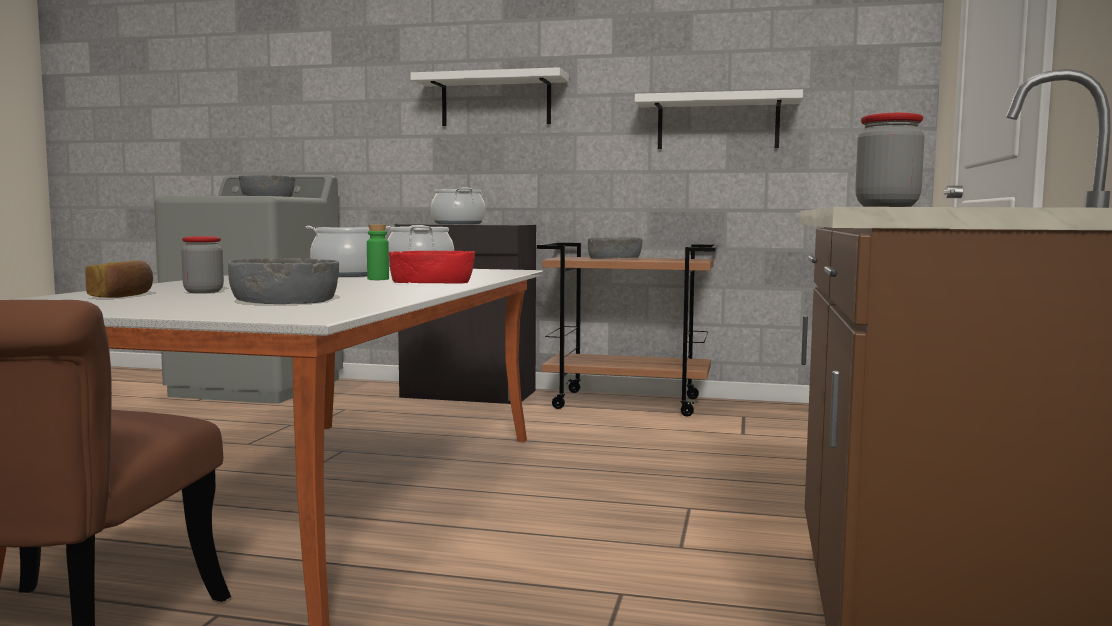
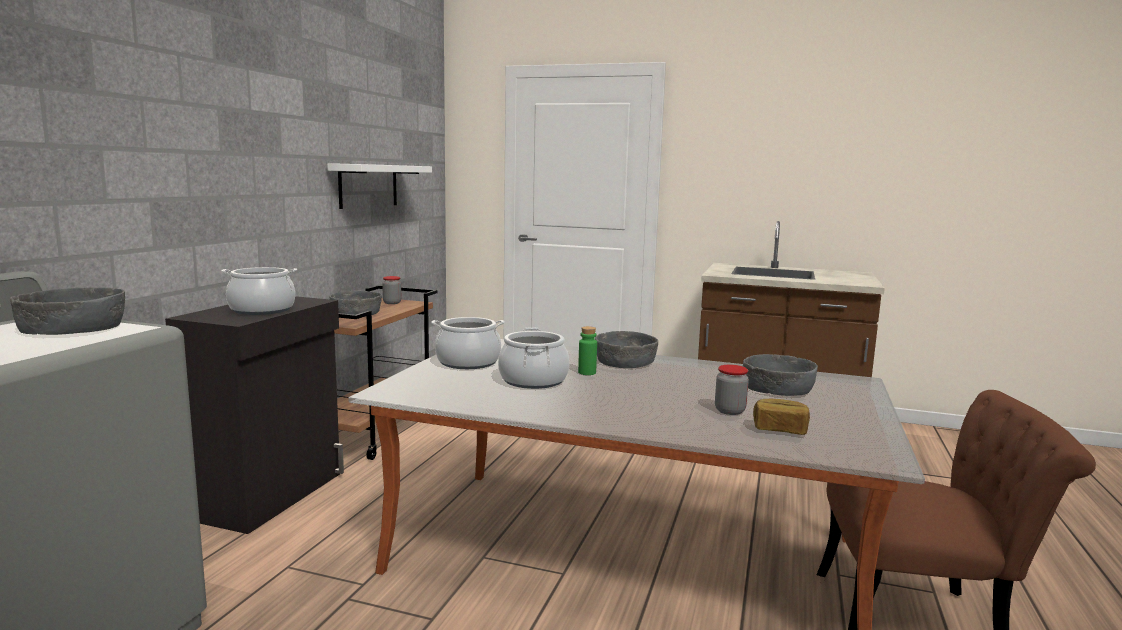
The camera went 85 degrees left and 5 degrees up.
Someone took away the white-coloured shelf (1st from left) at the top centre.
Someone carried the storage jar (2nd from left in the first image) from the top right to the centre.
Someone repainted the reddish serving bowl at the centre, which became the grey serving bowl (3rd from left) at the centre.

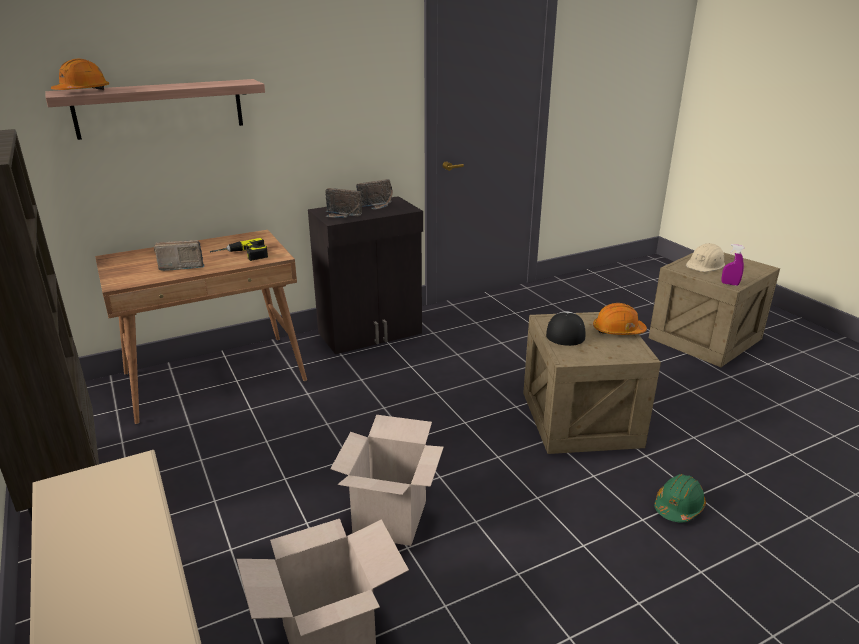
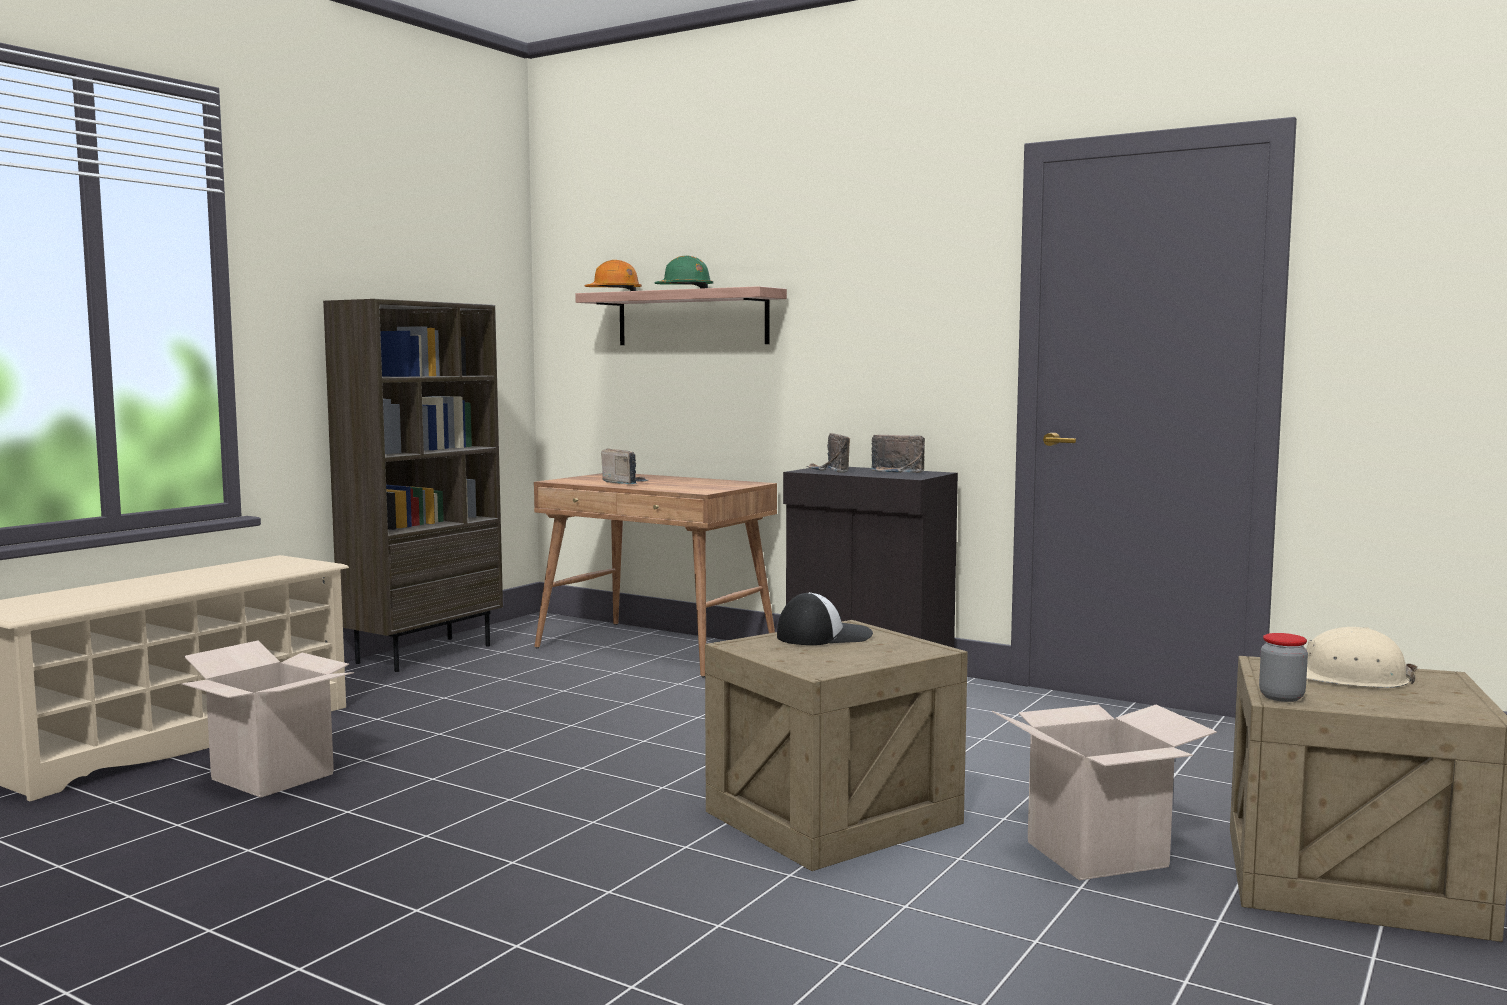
The camera went 60 degrees right and 20 degrees down.
Someone took away the power drill at the middle left.
Someone swapped the purple-coloured spray bottle at the middle right for the storage jar at the middle right.
Someone took away the orange hard hat (2nd from left) at the middle right.
Someone carried the packing box (2nd from left) from the bottom centre to the bottom right.
Someone carried the green hard hat from the bottom right to the top centre.

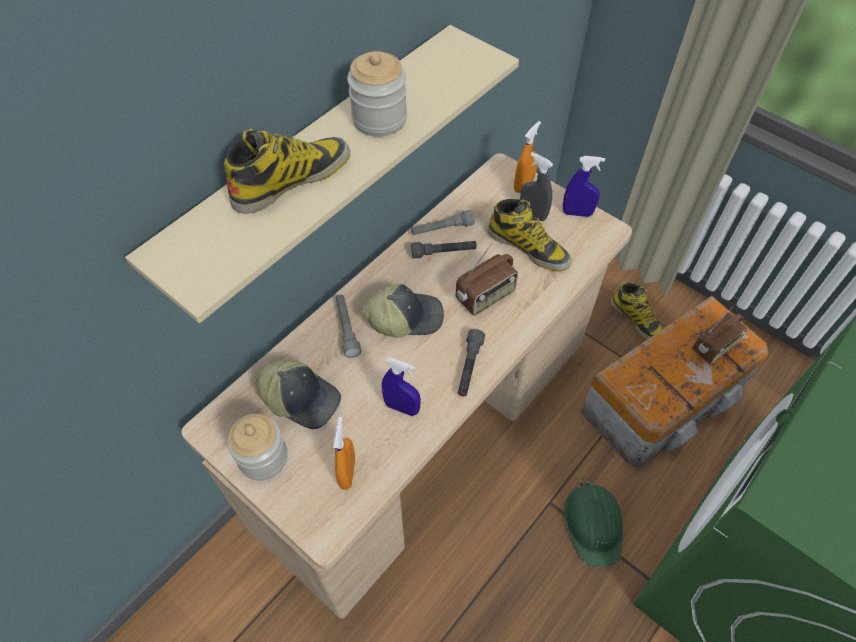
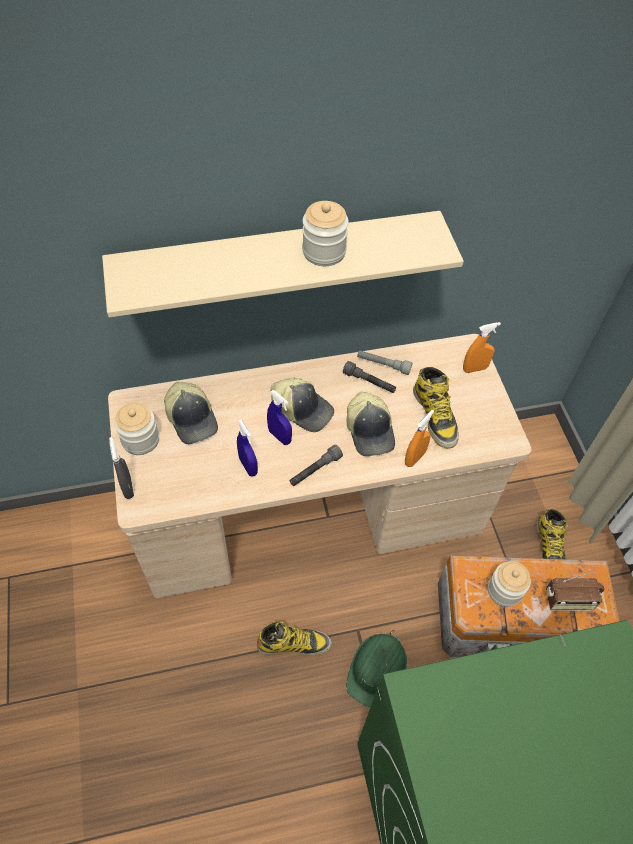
The camera went 35 degrees right and 0 degrees up.
Someone carried the high-top boot (1st from left) from the top centre to the bottom centre.
Someone carried the grey spray bottle from the top centre to the middle left.
Someone carried the blue-coloured spray bottle (2nd from left) from the top right to the centre.
Someone swapped the radio receiver (1st from left) at the centre for the peaked cap (3rd from left) at the centre.
Someone took away the grey hand torch (1st from left) at the centre.
Someone carried the orange spray bottle (1st from left) from the bottom centre to the centre.
Someone put down the storage jar (3rd from left) at the bottom right.

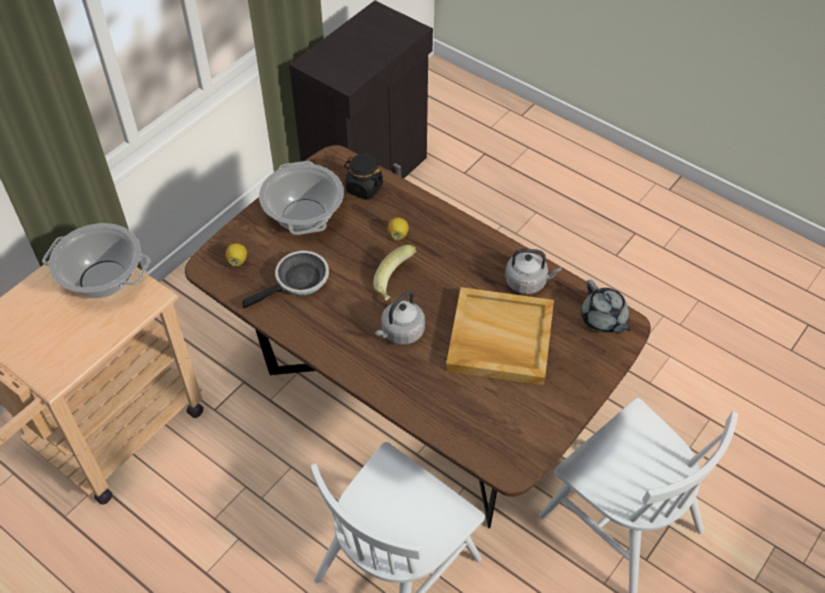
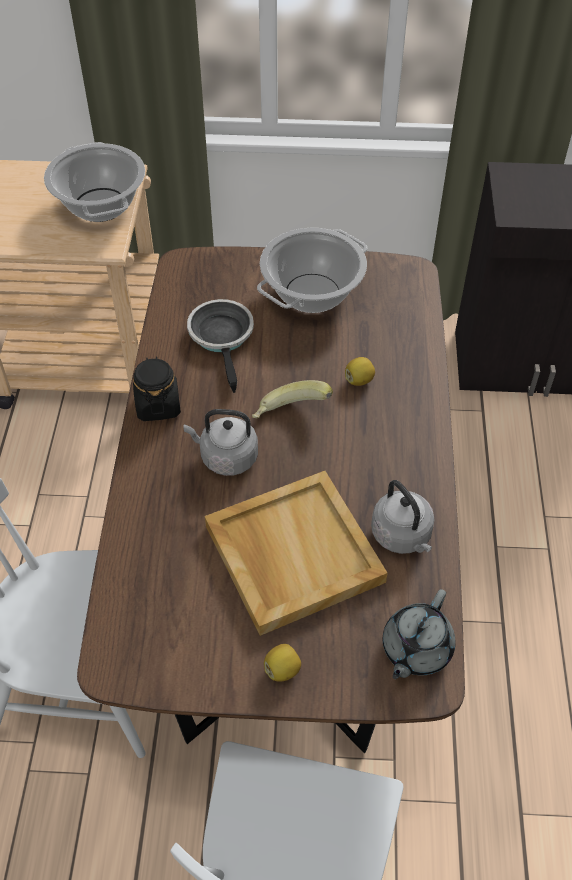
The camera went 55 degrees right and 0 degrees up.
Someone carried the blackish storage jar from the top centre to the middle left.
Someone carried the whole lemon (1st from left) from the middle left to the bottom centre.
Someone rotated the pan at the centre by 120 degrees counterclockwise.

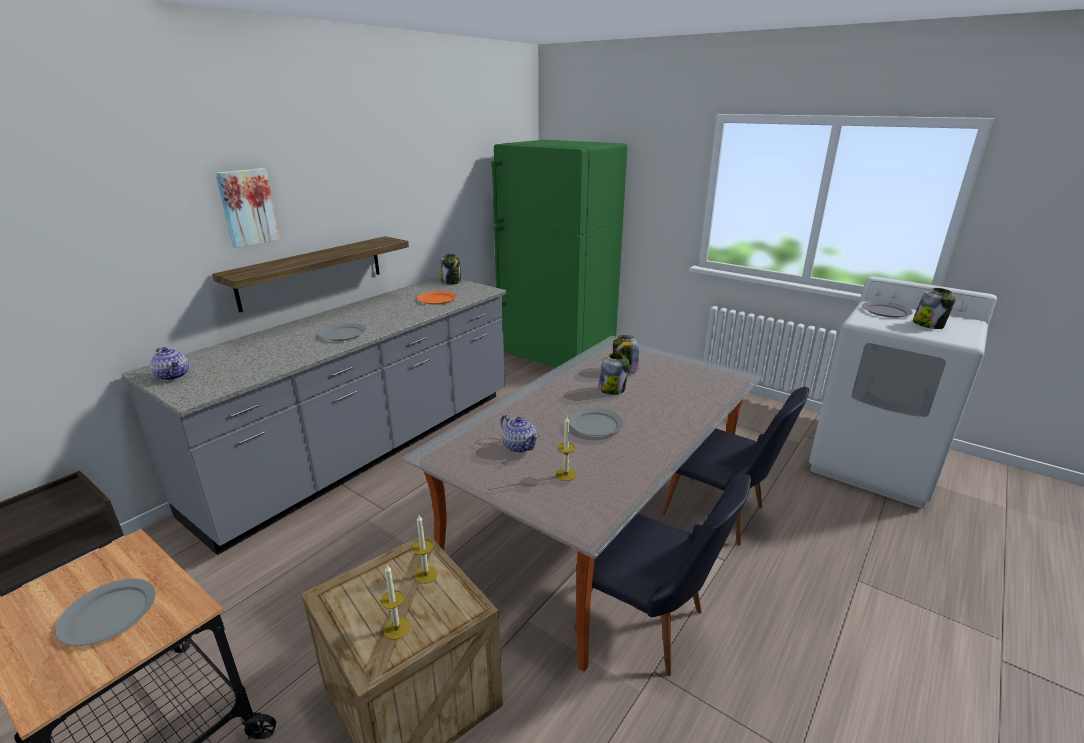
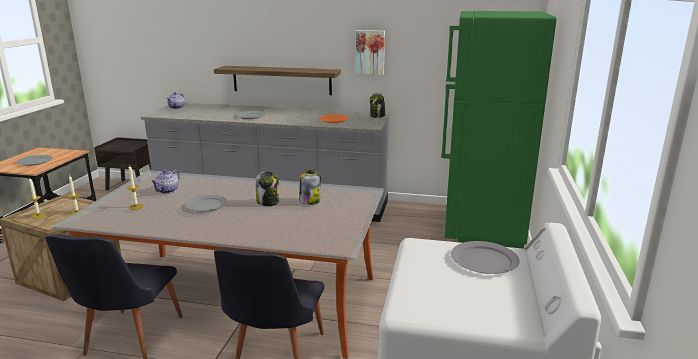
The camera went 65 degrees right and 5 degrees down.
Someone carried the wall picture from the top left to the top centre.
Someone took away the storage jar (4th from left) at the middle right.

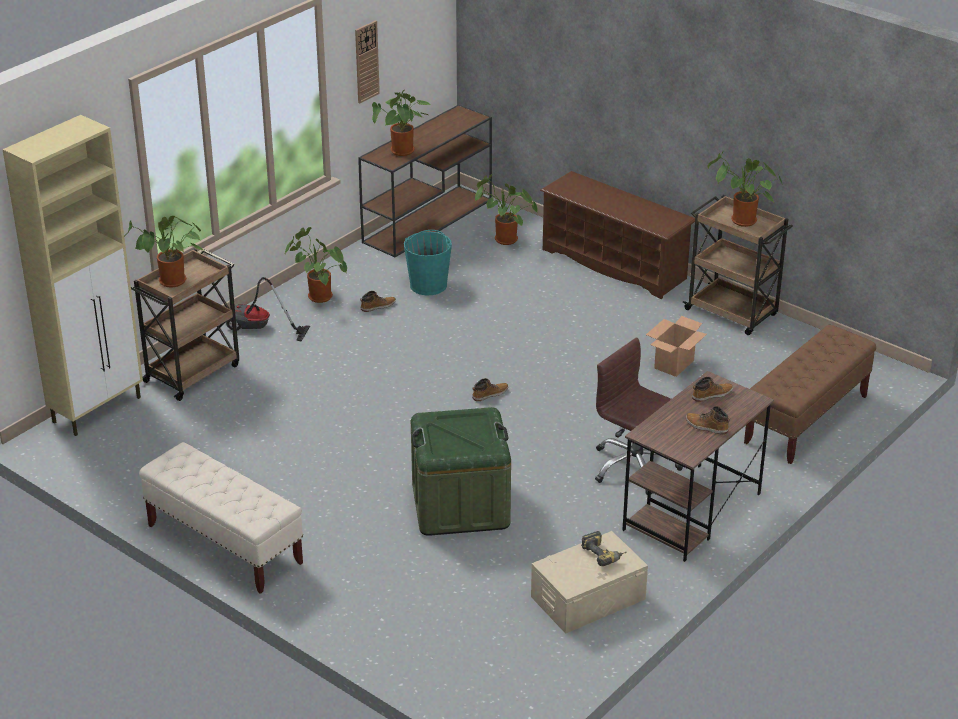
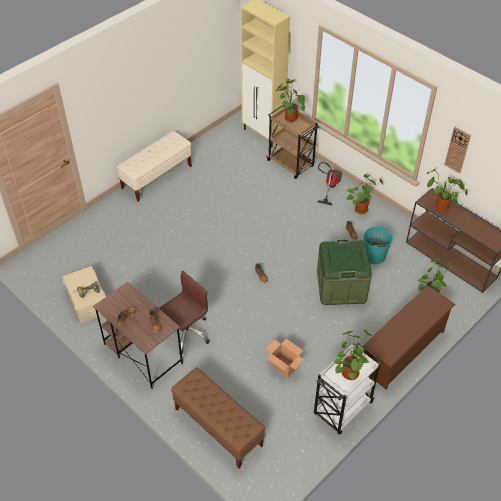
The camera went 95 degrees right and 15 degrees up.
Someone repainted the brownish cart (2nd from left) at the middle right, which became the white-coloured cart at the bottom right.
Someone carried the green storage bin from the centre to the middle right.

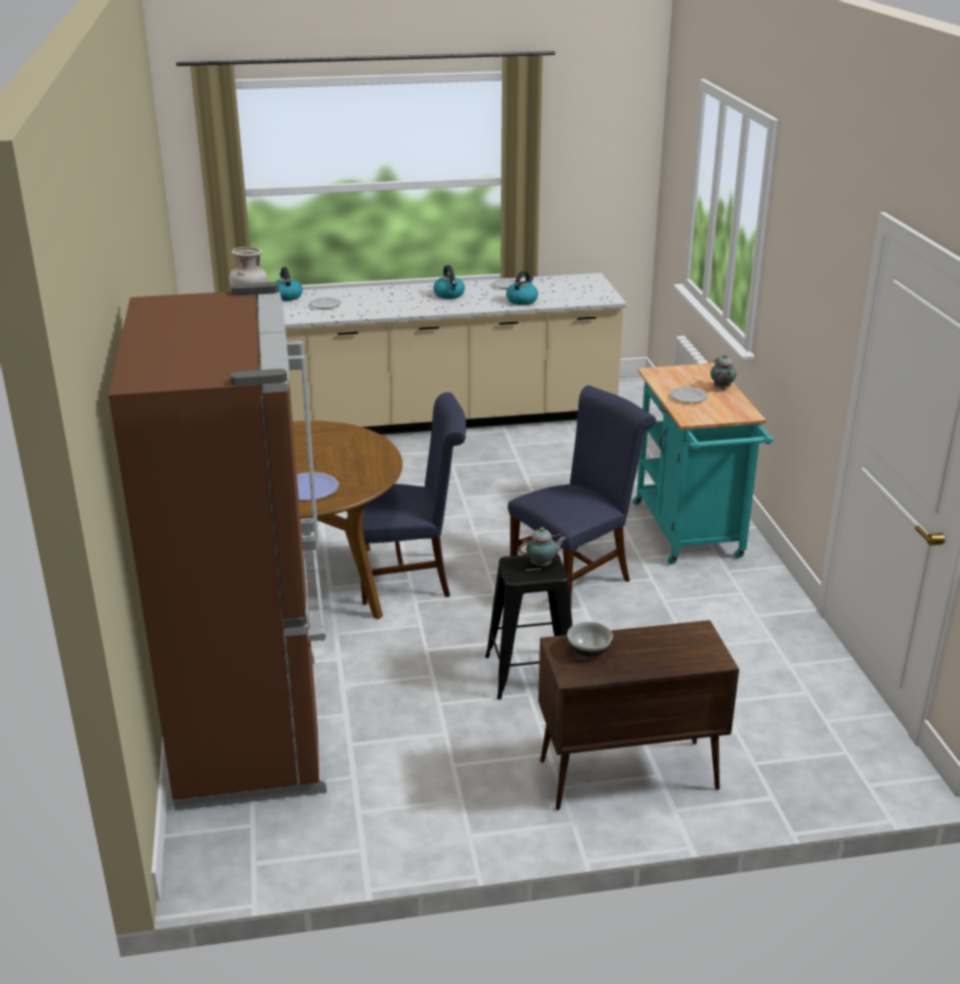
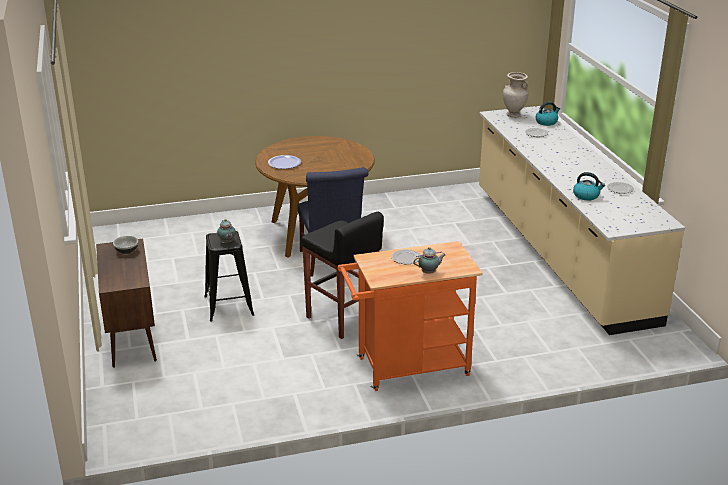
The camera went 85 degrees right and 0 degrees up.
Someone took away the water kettle (2nd from left) at the top centre.
Someone took away the brownish fridge at the middle left.
Someone repainted the blue-green cart at the middle right, which became the orange cart at the centre.
Someone swapped the blue-coloured chair (2nd from left) at the centre for the blackish stool (2nd from left) at the centre.

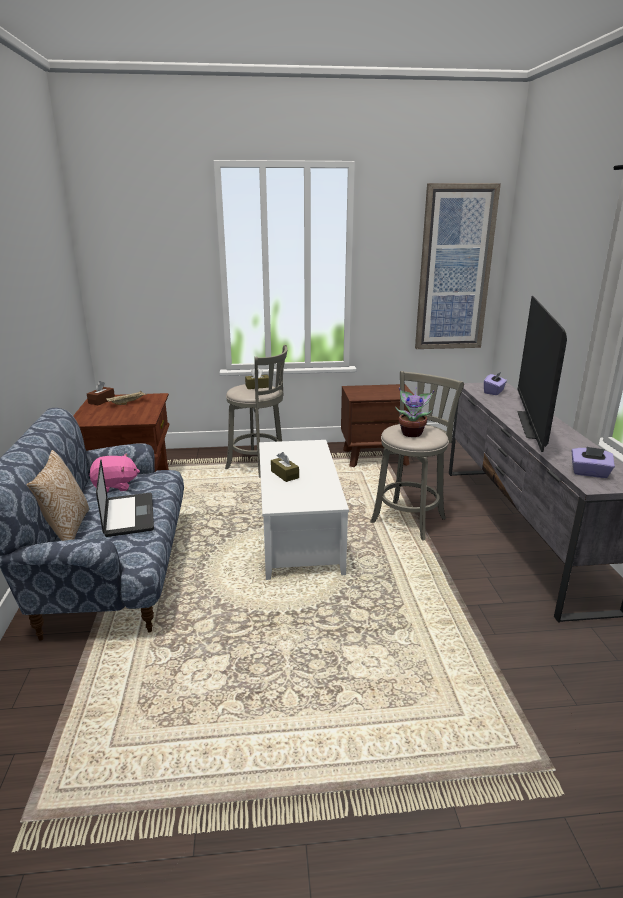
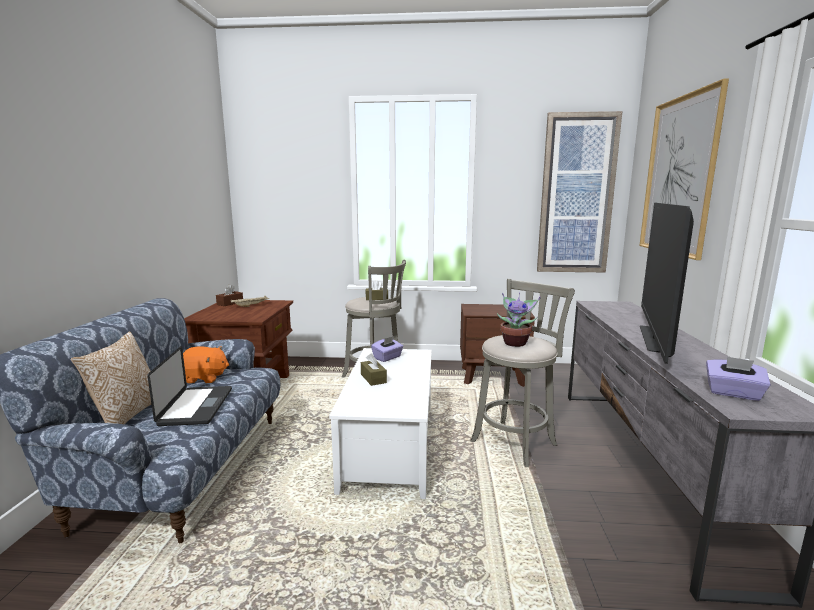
The camera went 10 degrees right and 10 degrees down.
Someone carried the purple-coloured tissue box (1st from left) from the middle right to the centre.
Someone repainted the pink-coloured plush toy at the middle left, which became the orange plush toy at the middle left.
Someone put up the wall picture (2nd from left) at the top right.

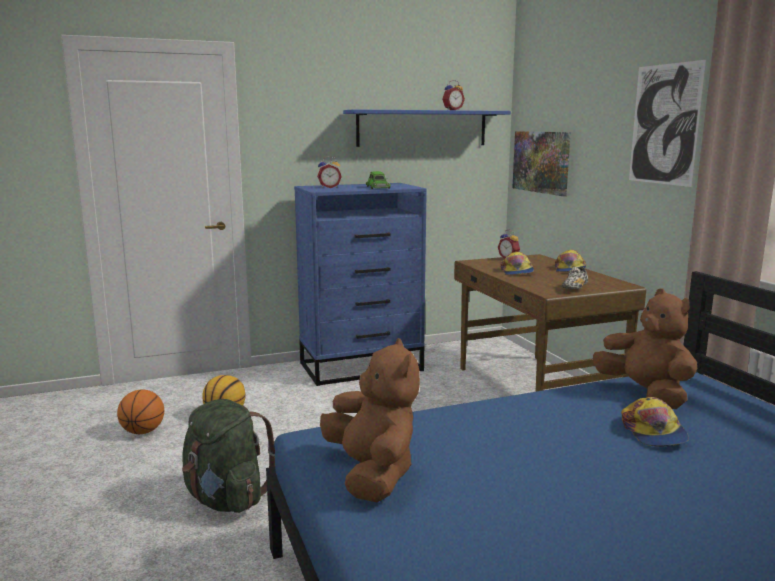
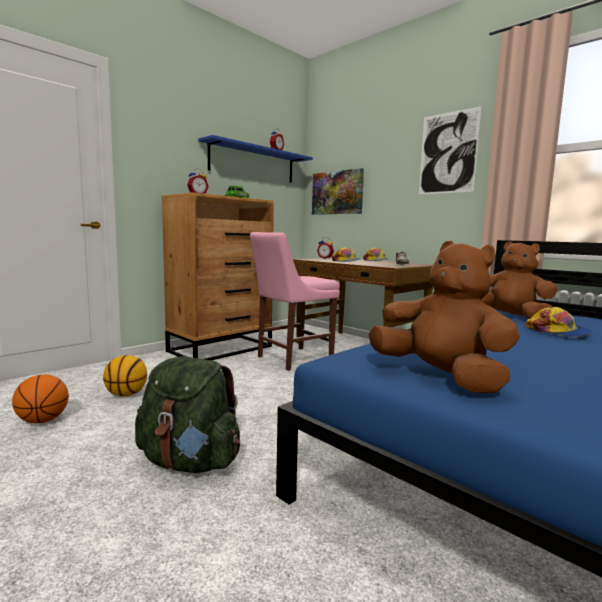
The camera went 25 degrees left and 5 degrees down.
Someone repainted the blue-coloured chest of drawers at the centre, which became the brownish chest of drawers at the centre.
Someone put down the pink-coloured chair at the centre.

